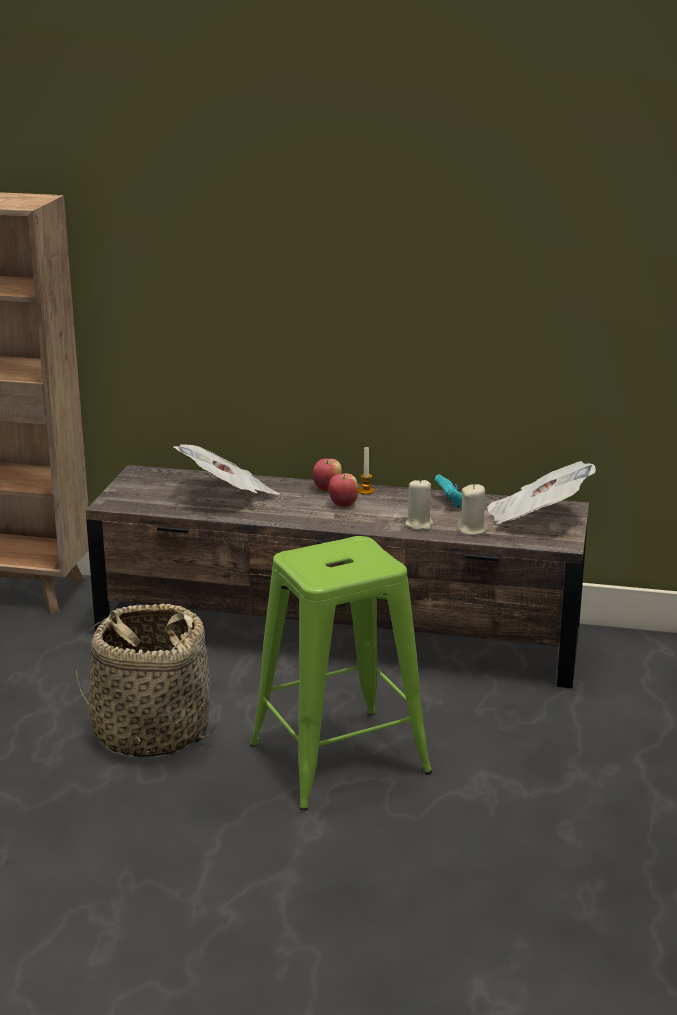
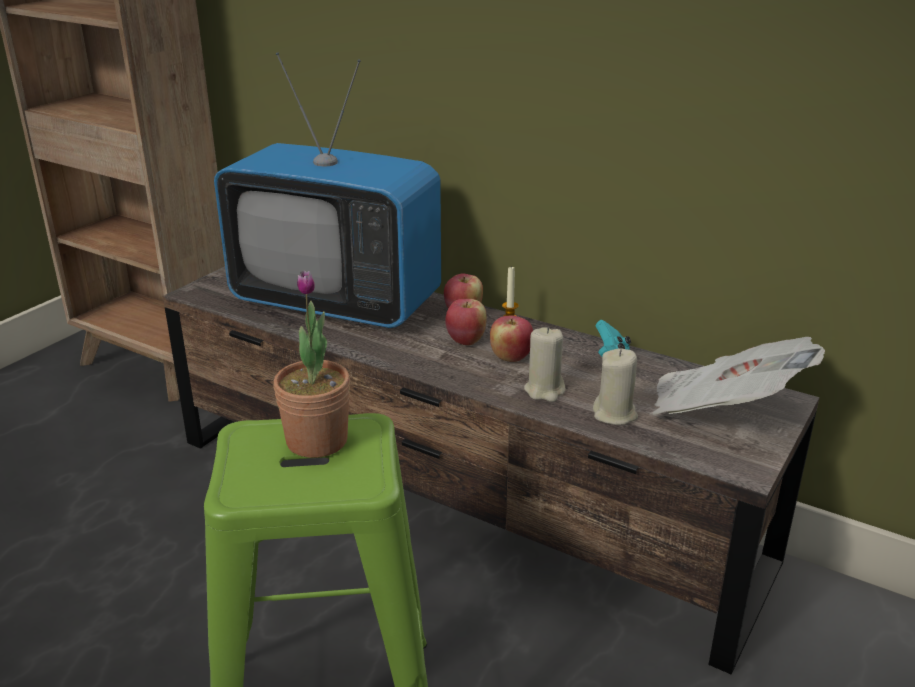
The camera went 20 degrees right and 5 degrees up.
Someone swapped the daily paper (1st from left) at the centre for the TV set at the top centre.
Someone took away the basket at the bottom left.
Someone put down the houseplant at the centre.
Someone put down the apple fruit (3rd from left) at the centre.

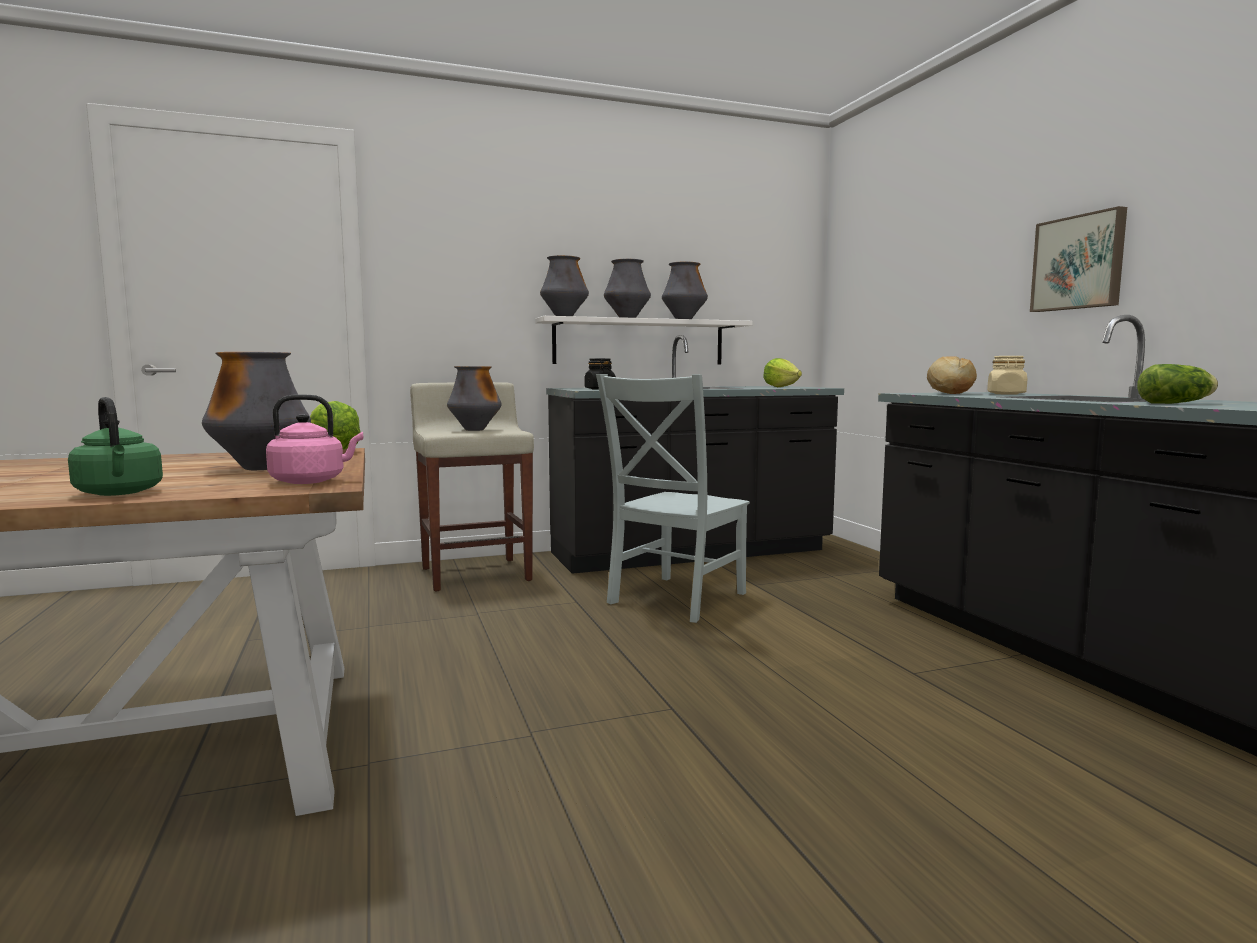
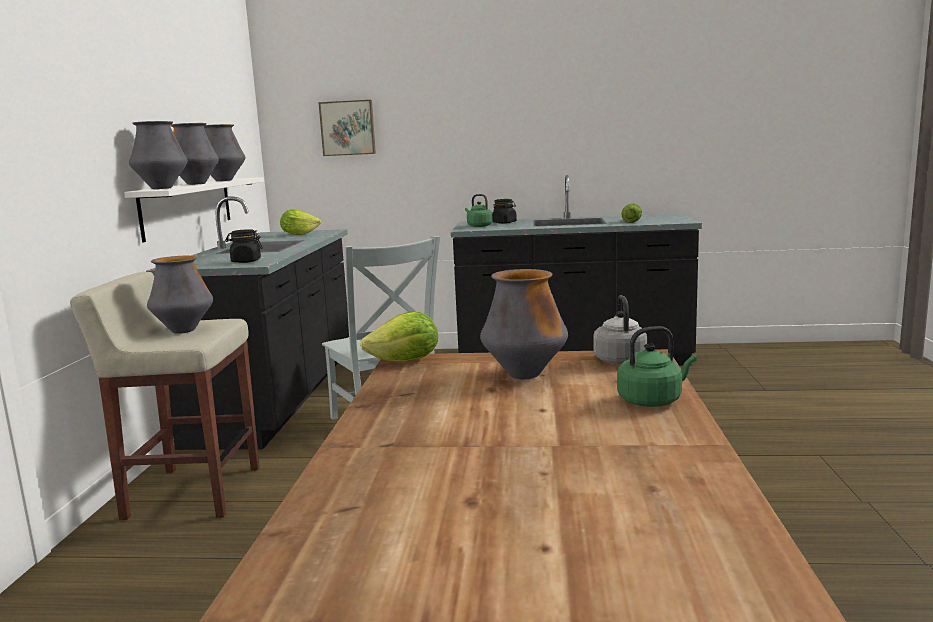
The camera went 65 degrees left and 5 degrees up.
Someone carried the wall picture from the top right to the top centre.
Someone swapped the bread at the middle right for the green water kettle (1st from left) at the centre.
Someone repainted the sand-coloured storage jar at the middle right, which became the blackish storage jar (2nd from left) at the centre.
Someone repainted the pink-coloured water kettle at the middle left, which became the grey water kettle at the centre.

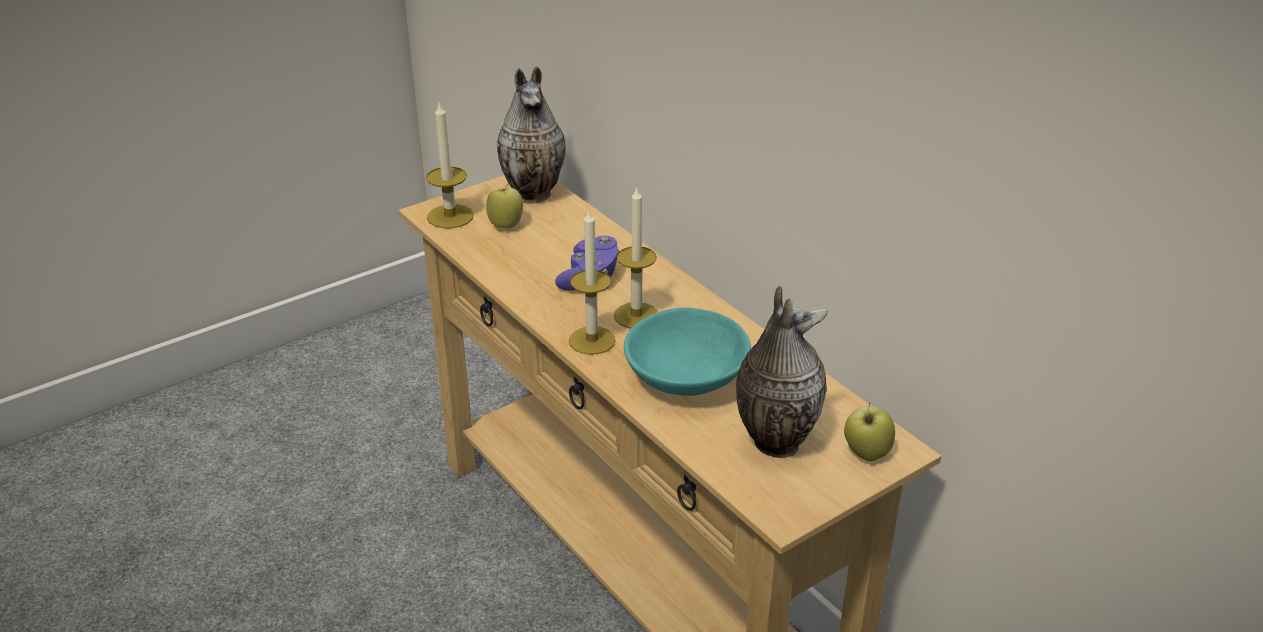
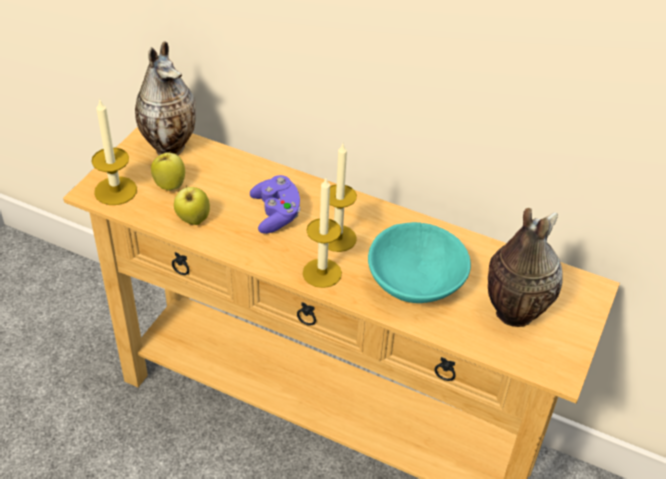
The camera went 30 degrees left and 10 degrees up.
Someone carried the apple fruit (2nd from left) from the bottom right to the middle left.

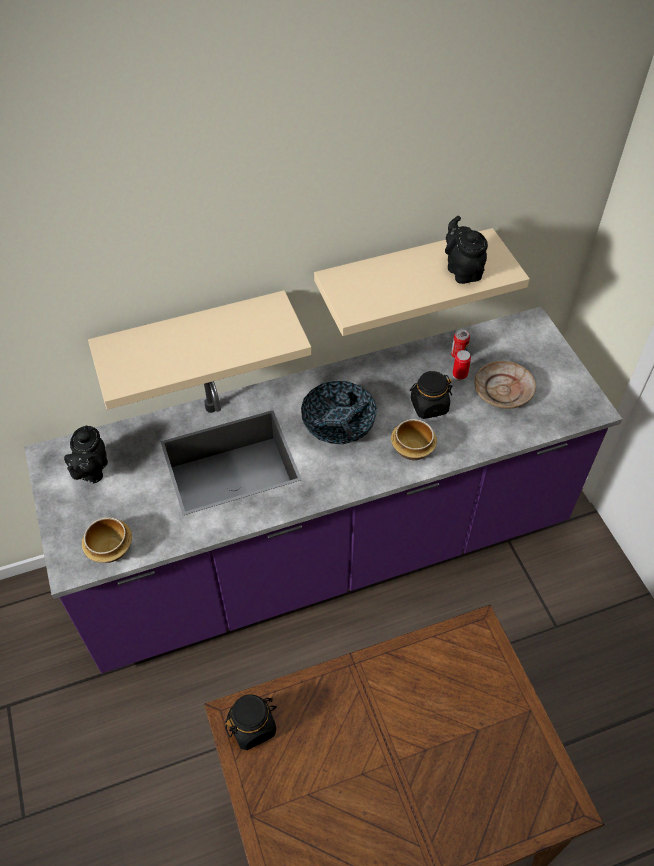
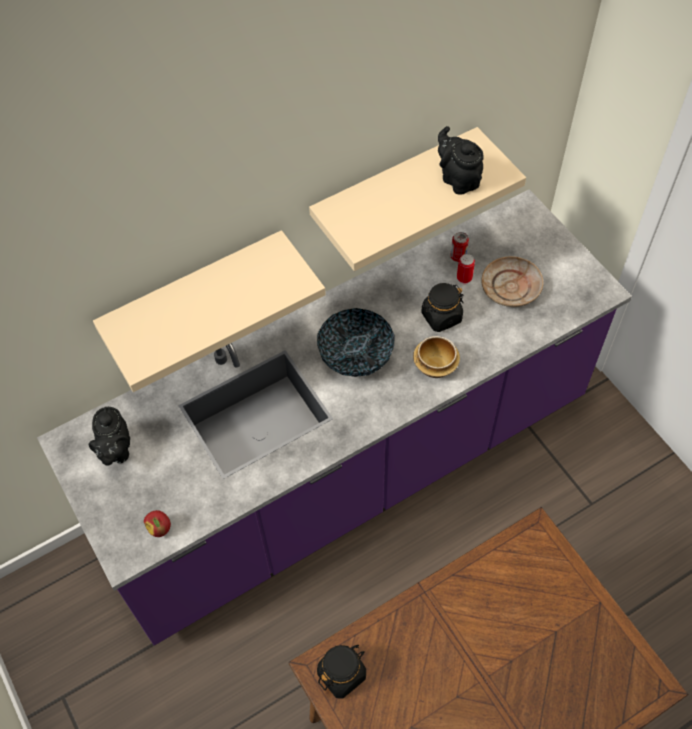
The camera went 10 degrees left and 5 degrees up.
Someone swapped the serving bowl (1st from left) at the middle left for the apple fruit at the bottom left.

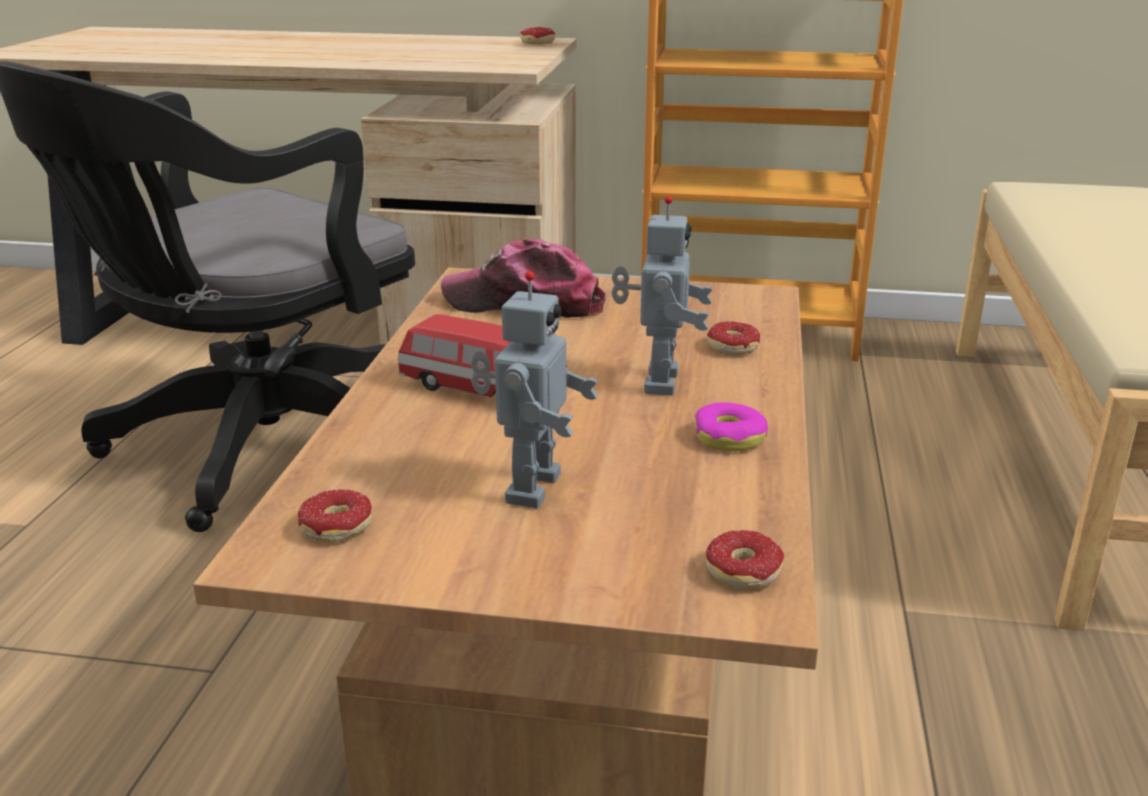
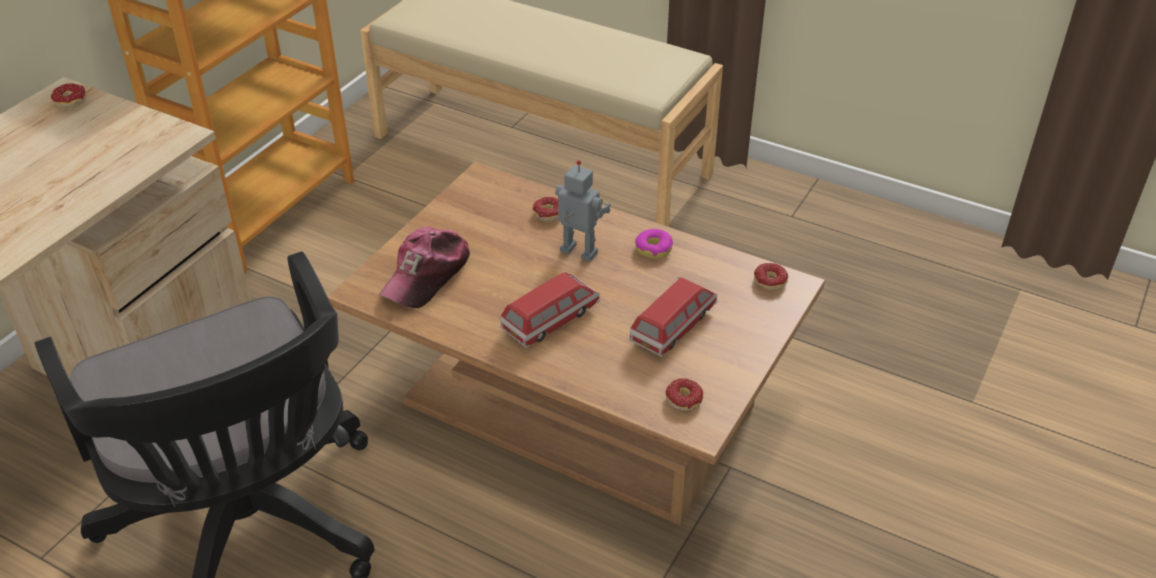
The camera went 70 degrees left and 15 degrees up.
Someone swapped the robot figure (1st from left) at the centre for the miniature car (2nd from left) at the centre.

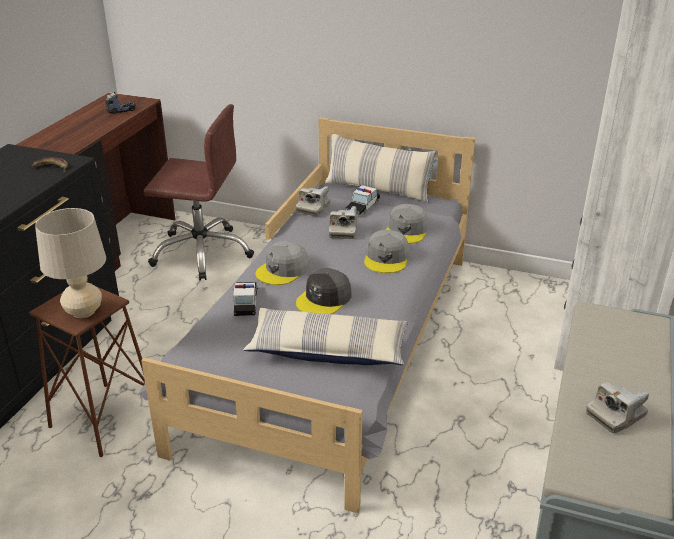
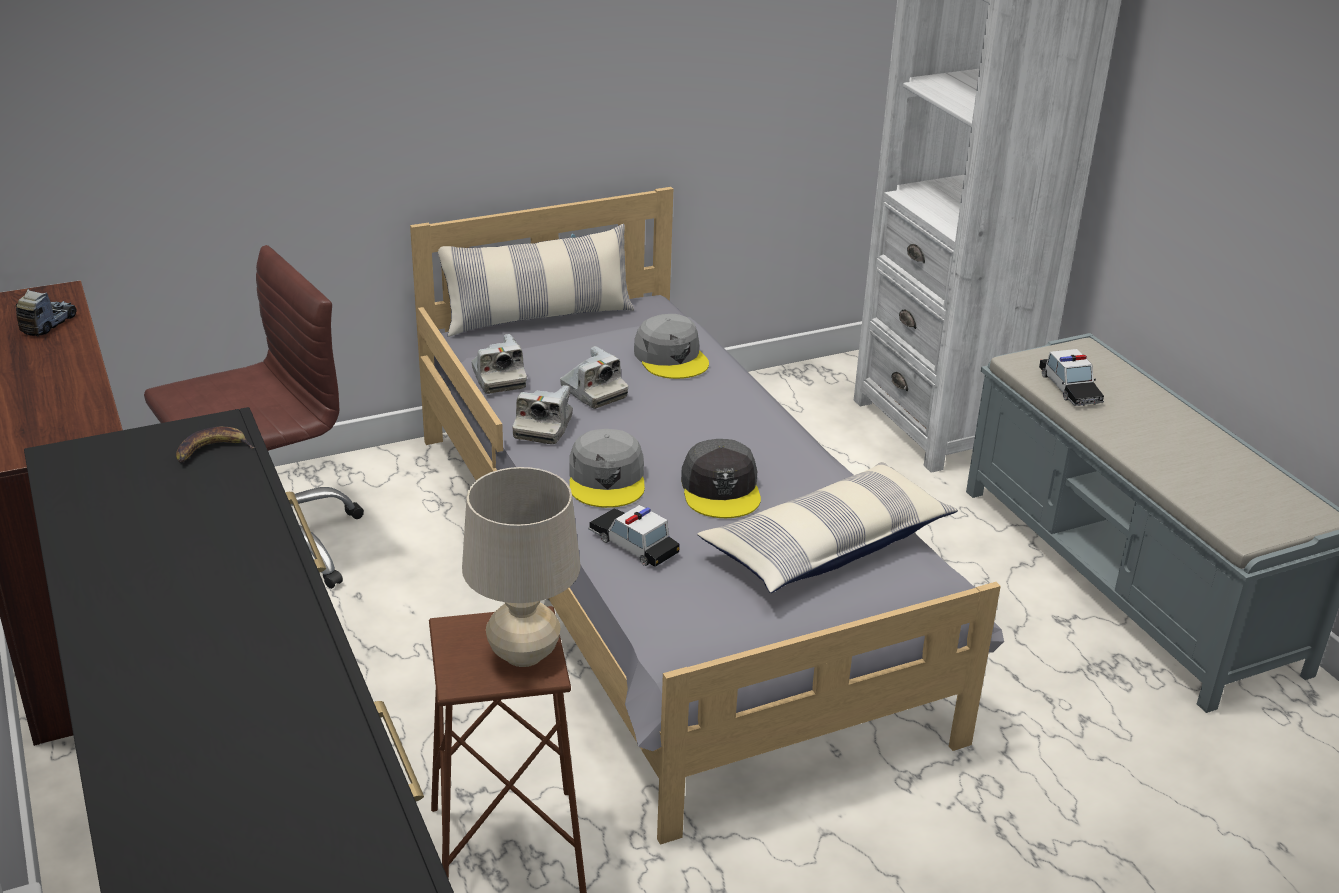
The camera went 45 degrees left and 0 degrees up.
Someone carried the miniature car (2nd from left) from the centre to the middle right.
Someone took away the grey peaked cap (3rd from left) at the centre.
Someone carried the photo camera (3rd from left in the first image) from the bottom right to the centre.

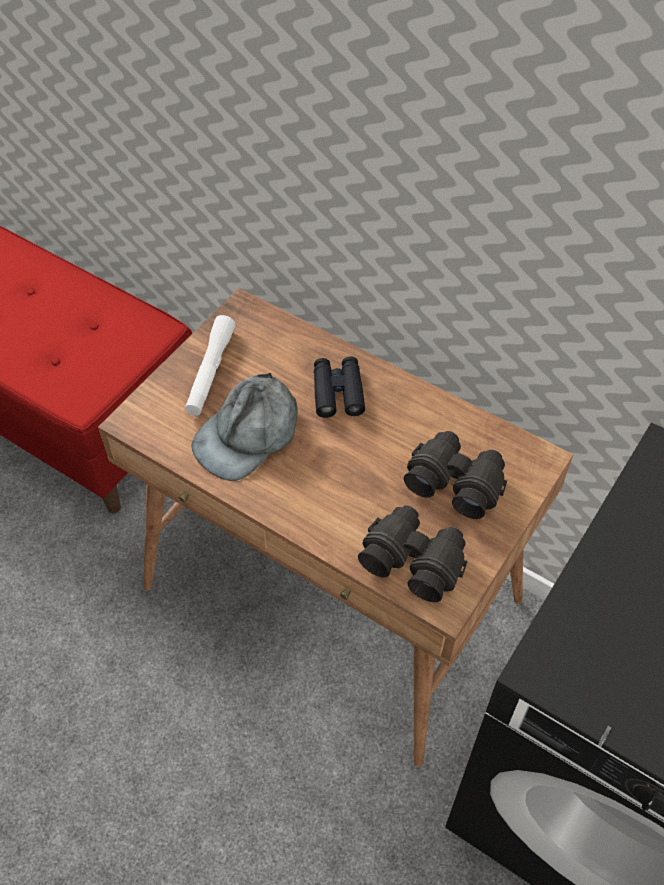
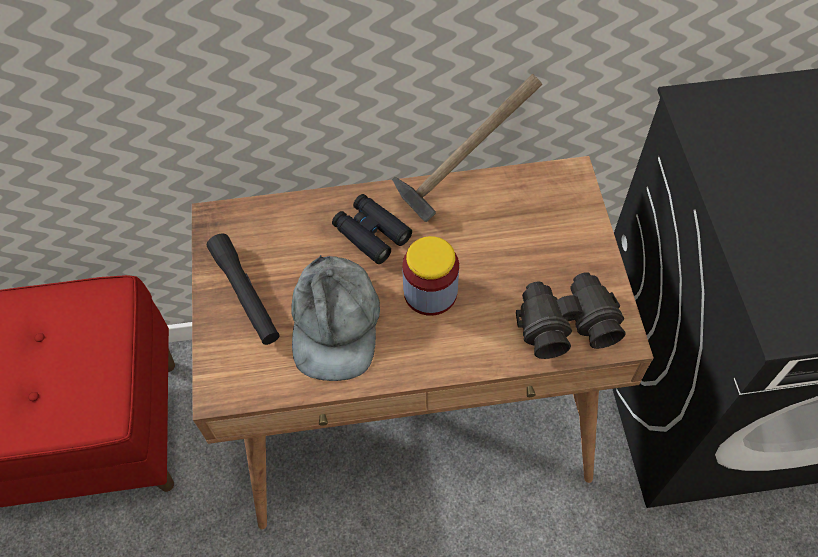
The camera went 40 degrees left and 5 degrees up.
Someone repainted the white-coloured hand torch at the middle left, which became the blackish hand torch at the middle left.
Someone took away the blackish pair of binoculars (3rd from left) at the middle right.
Someone put down the tool hammer at the top centre.
Someone put down the storage jar at the centre.

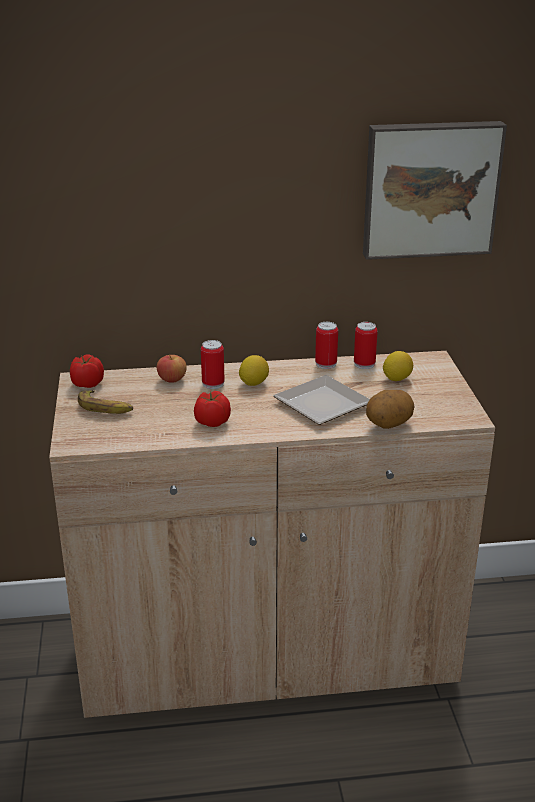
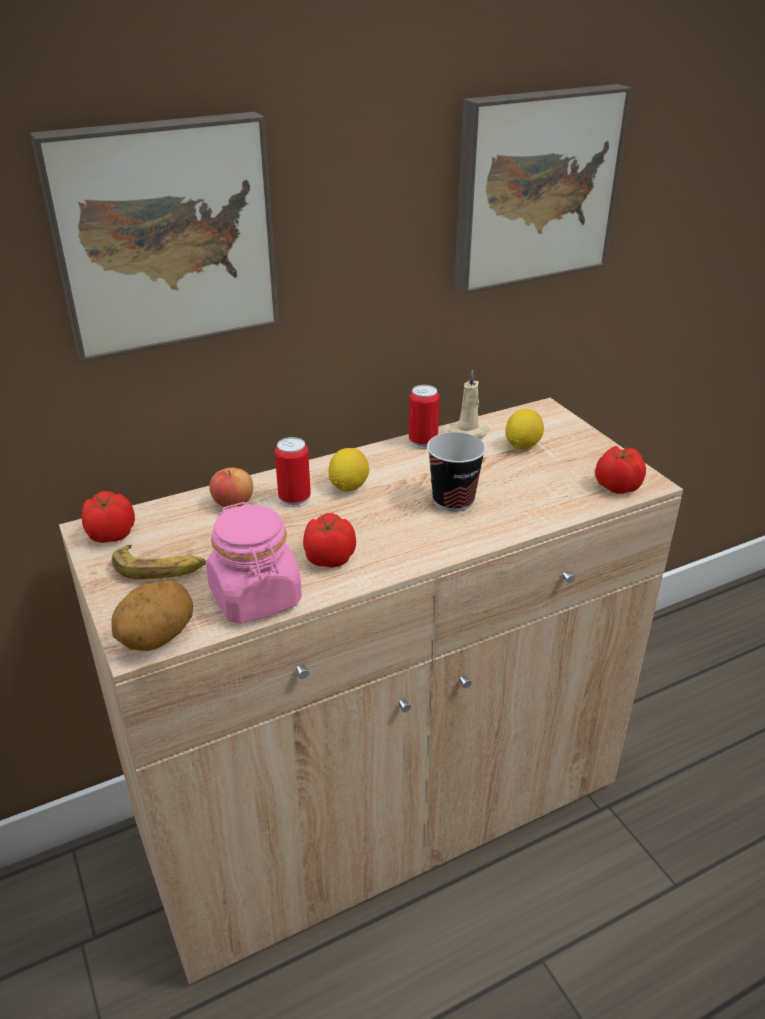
The camera went 20 degrees left and 5 degrees up.
Someone swapped the sealed can (3rd from left) at the middle right for the sand-coloured candle at the centre.
Someone swapped the dinner plate at the centre for the cup at the centre.
Someone carried the whole potato from the middle right to the middle left.
Someone put up the wall picture (1st from left) at the top left.
Someone put down the fresh tomato (3rd from left) at the middle right.
Someone put down the pink-coloured storage jar at the middle left.

